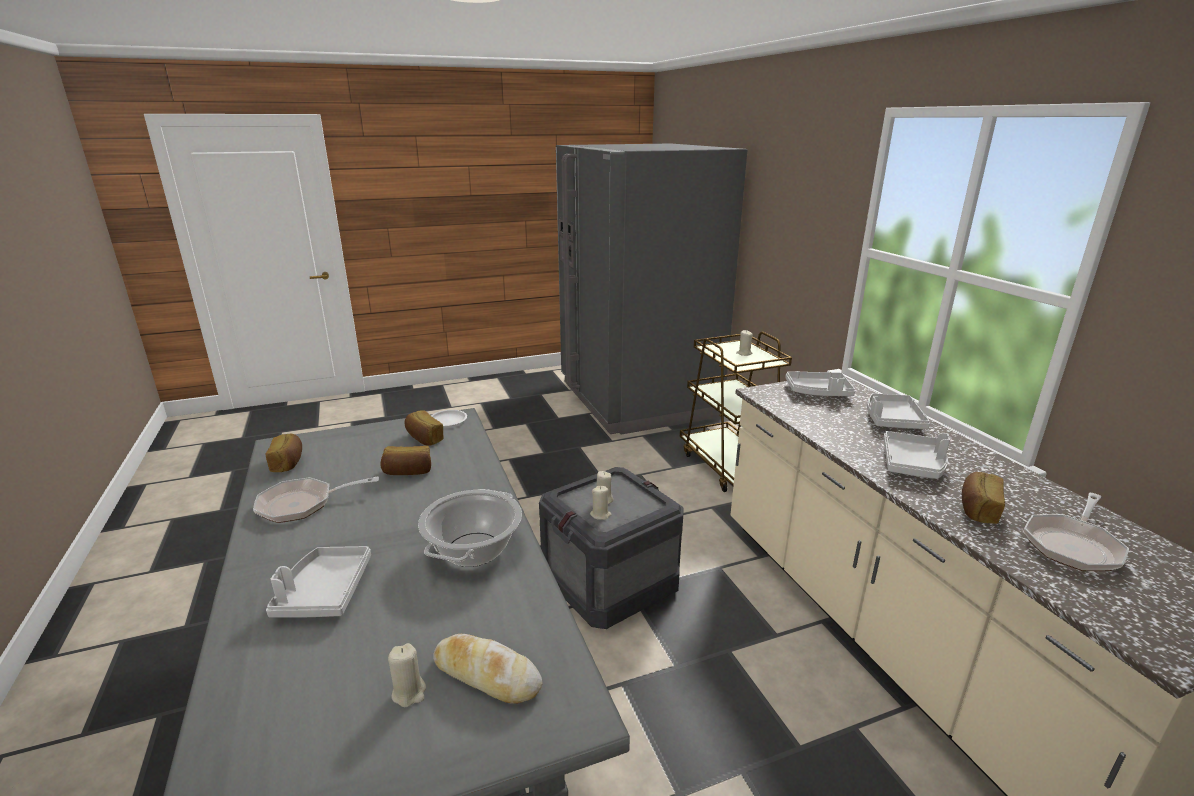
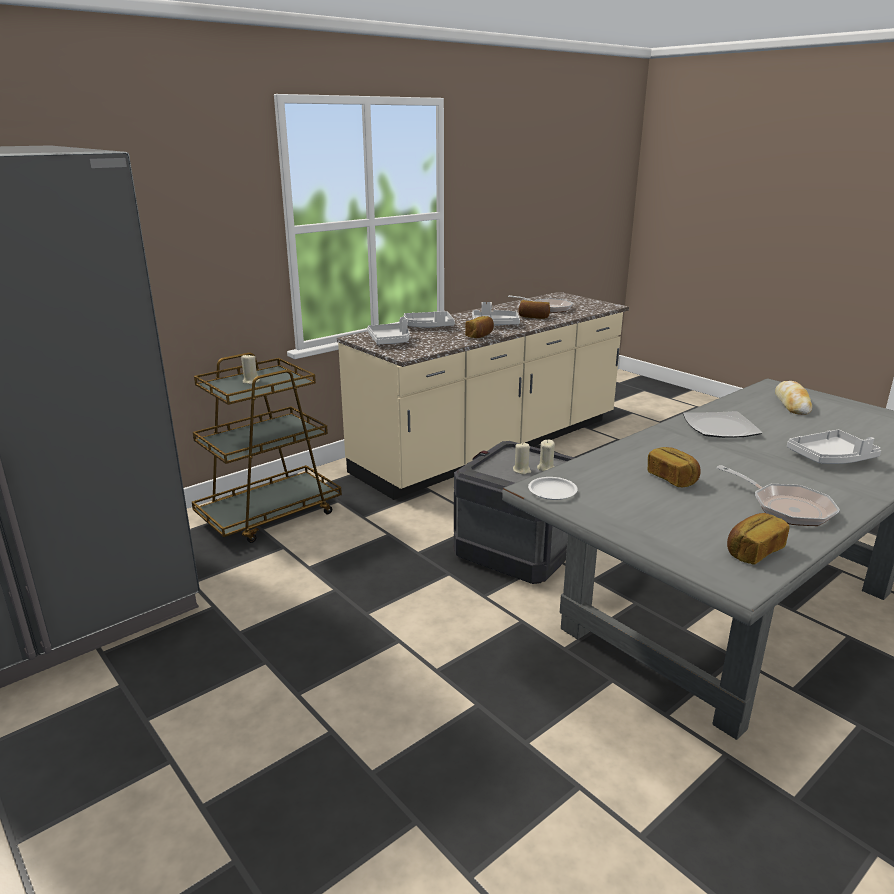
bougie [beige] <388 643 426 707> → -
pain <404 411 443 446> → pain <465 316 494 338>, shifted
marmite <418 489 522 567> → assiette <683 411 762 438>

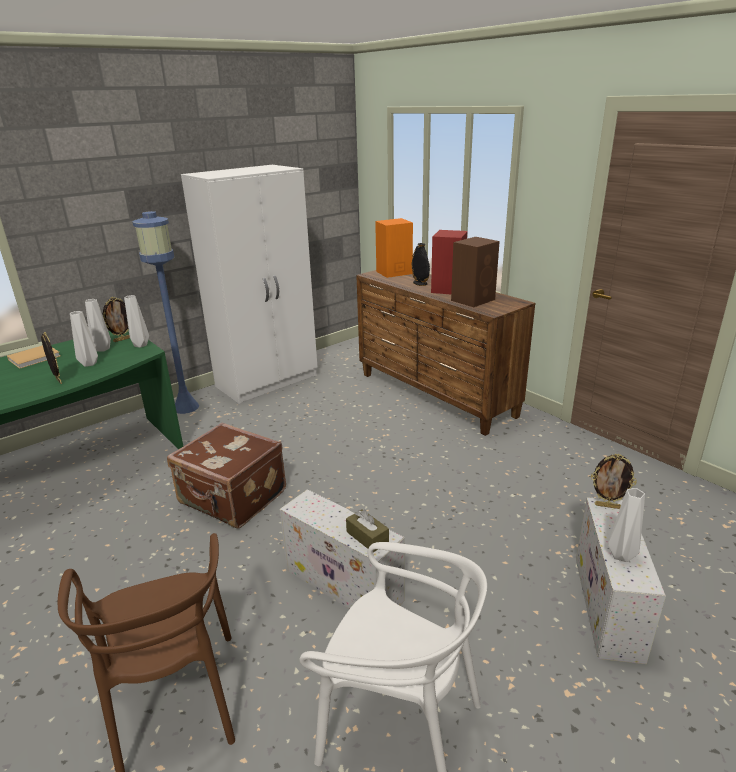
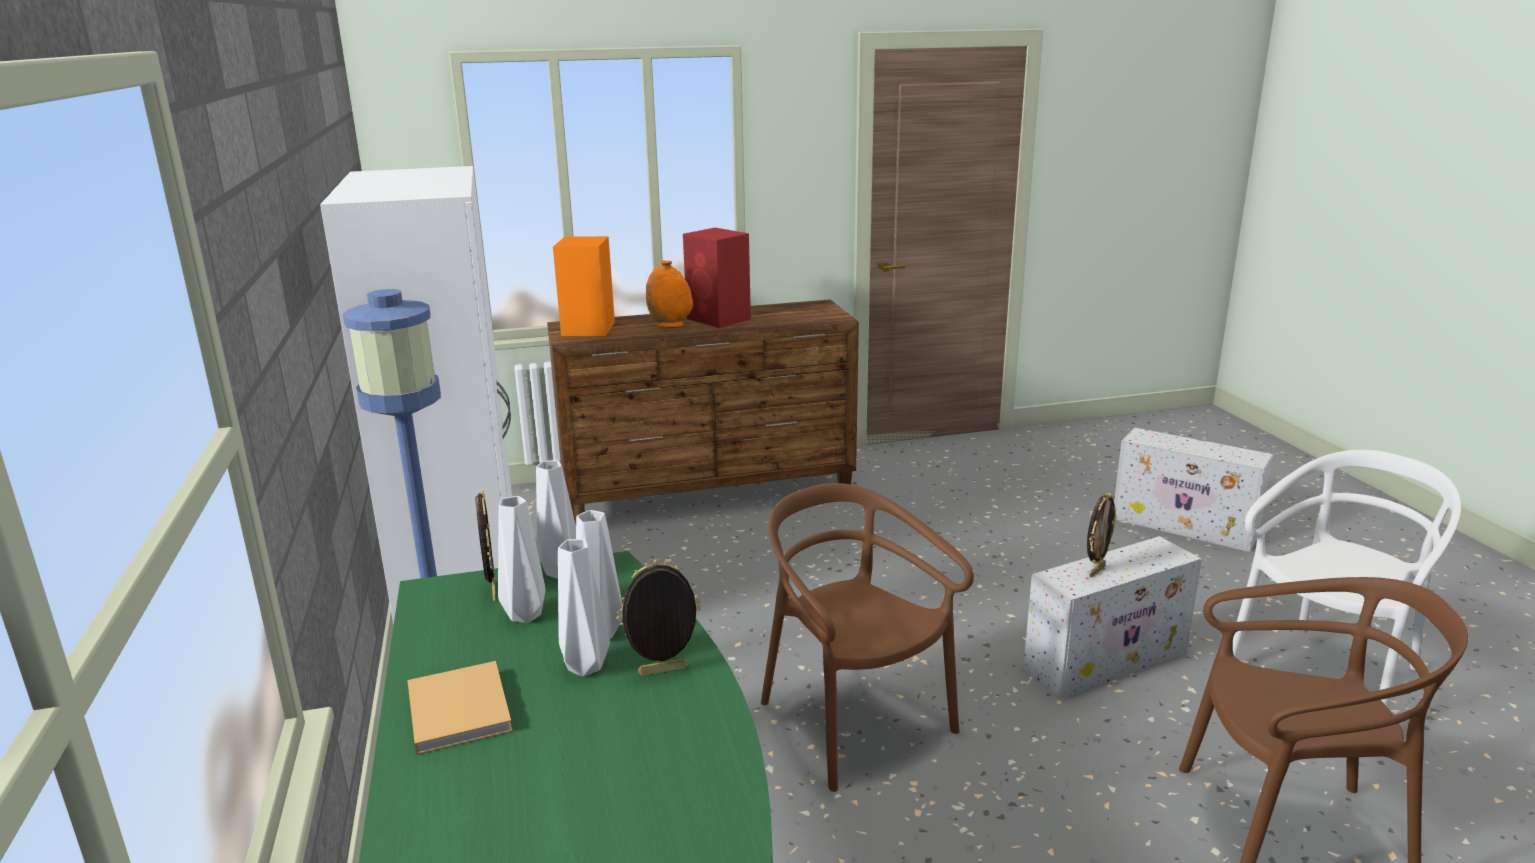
valise [marron] <167 422 286 528> → chaise [marron] <761 483 974 792>
boîte à mouchoirs [marron] <346 509 389 552> → -
vase [noir] <412 243 430 286> → vase [orange] <646 261 693 328>
enceinte [marron] <451 237 500 307> → -
cadre photo <591 454 637 509> → cadre photo <1087 492 1117 577>, shifted
vase [blanc] <608 488 645 562> → vase [blanc] <558 539 610 677>, shifted

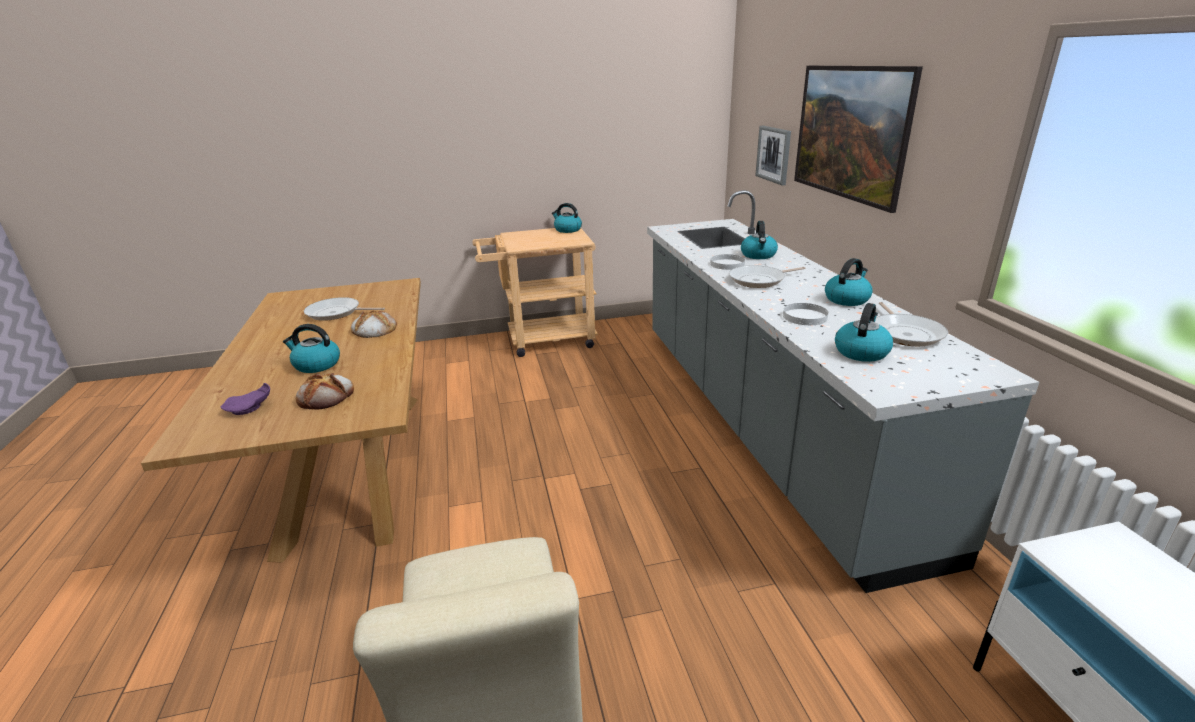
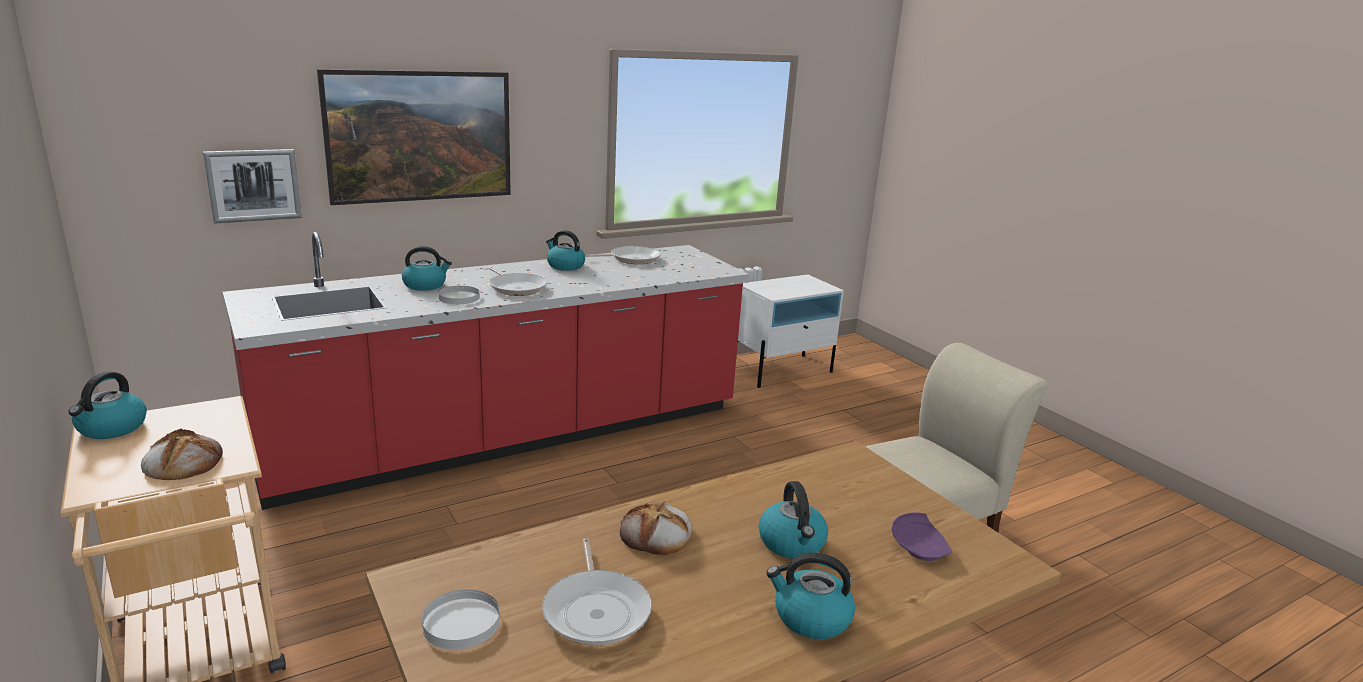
pain <296 373 354 409> → pain <141 429 223 480>, shifted
comptoir de cuisine [gris] <647 190 1039 593> → comptoir de cuisine [rouge] <223 232 749 510>
assiette [blanc] <783 303 828 325> → assiette [blanc] <422 589 500 650>, shifted
bouilloire <835 303 893 362> → bouilloire <766 552 855 639>, shifted

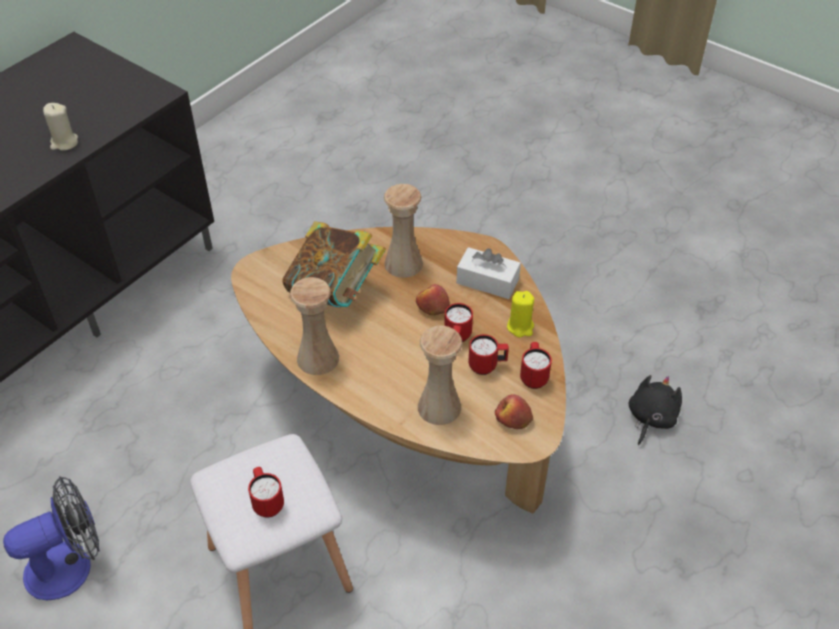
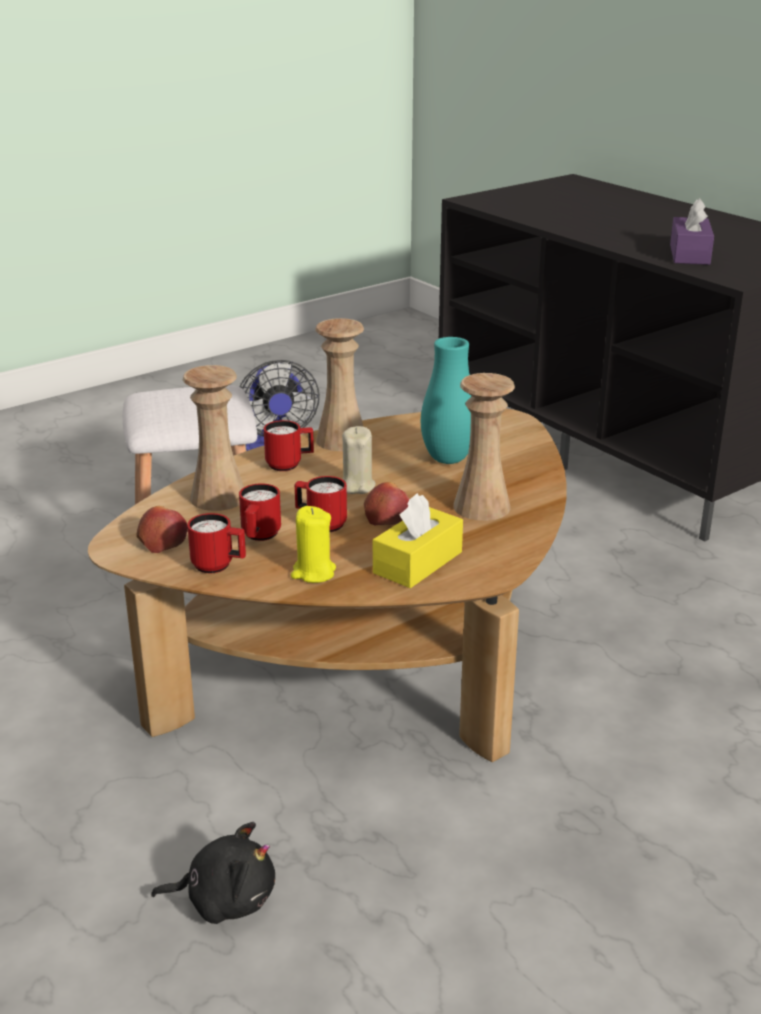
bougie [beige] <43 103 78 151> → bougie [beige] <342 426 376 494>, shifted
mug [rouge] <248 467 284 518> → mug [rouge] <264 420 314 471>, shifted
livre <282 221 386 307> → vase [turquoise] <421 337 472 464>
boîte à mouchoirs [blanc] <456 247 521 299> → boîte à mouchoirs [jaune] <373 493 463 588>
peluche [noir] <629 375 682 445> → peluche [noir] <151 822 275 924>, 45 degrees counterclockwise
- → boîte à mouchoirs [violet] <670 198 714 265>

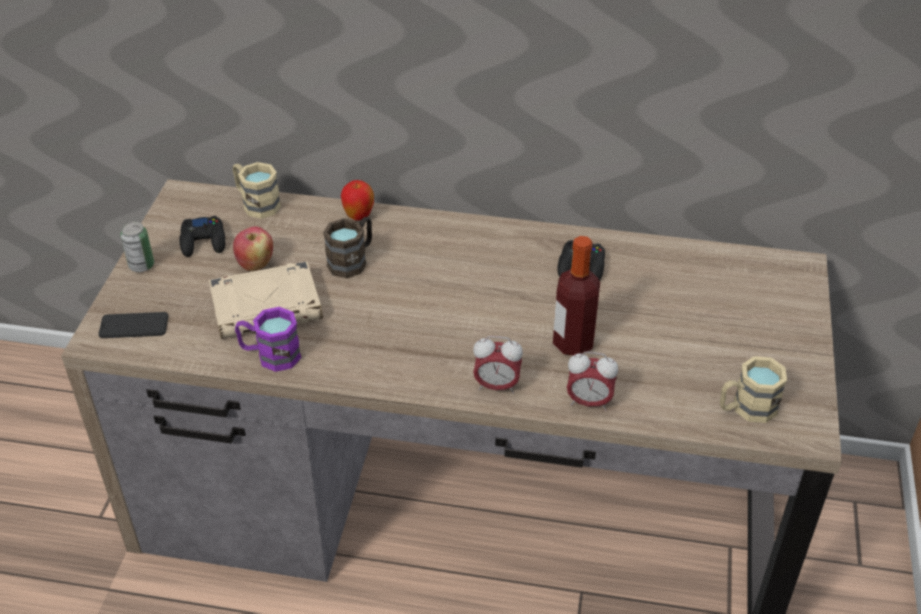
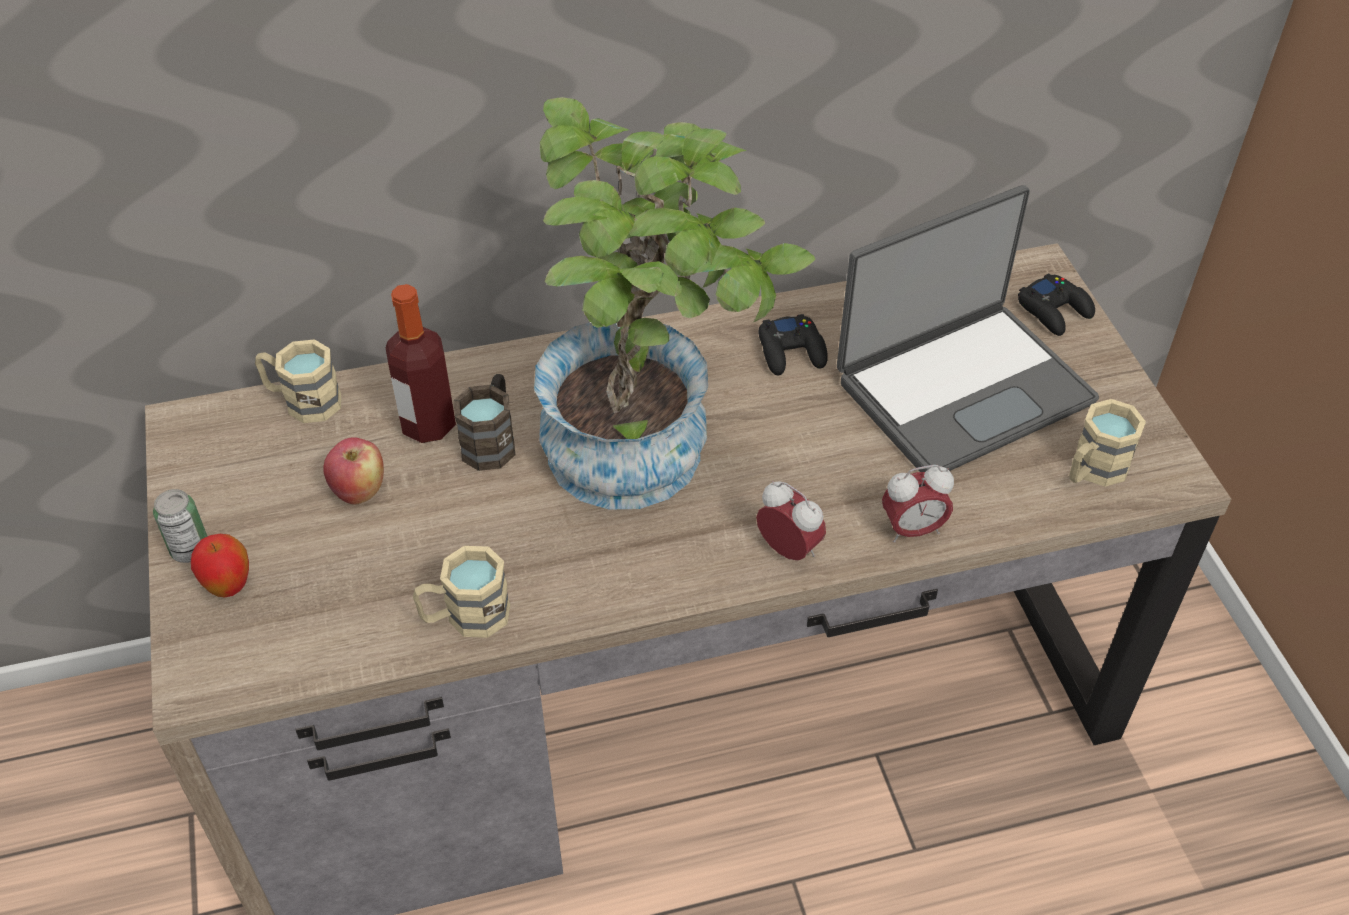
téléphone <99 312 168 338> → -
manette [noir] <179 216 225 257> → manette [noir] <1018 273 1095 336>, shifted
livre [beige] <209 261 323 339> → -
mug [violet] <235 307 301 372> → mug [beige] <413 546 510 638>
pomme <341 180 374 221> → pomme <191 534 249 598>, shifted
réveil <473 336 523 394> → réveil <756 481 826 561>, 120 degrees counterclockwise
bouteille <553 236 600 355> → bouteille <386 284 456 443>, shifted
- → plante en pot <534 97 816 510>
- → ordinateur portable <837 185 1099 472>

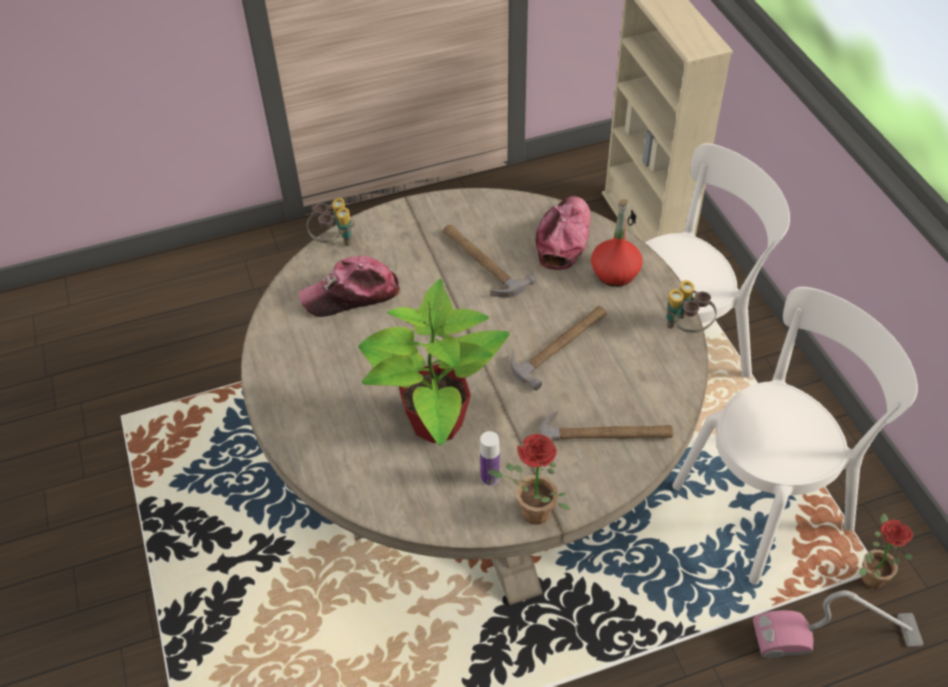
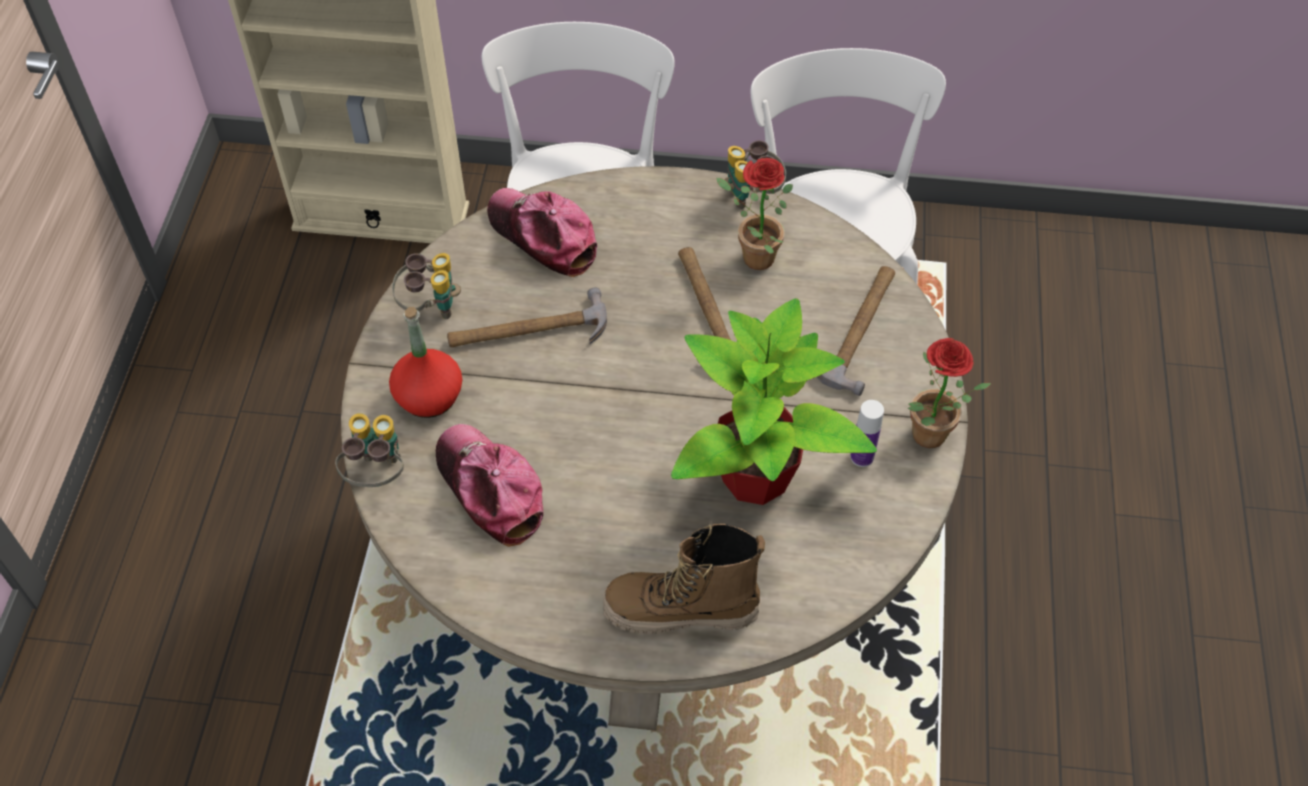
casquette <298 256 400 317> → casquette <436 424 543 547>, 135 degrees clockwise
bouteille [rouge] <591 199 642 287> → bouteille [rouge] <389 307 462 418>, shifted
aspirateur <753 590 923 658> → -
plante en pot <859 514 913 588> → plante en pot <716 158 793 270>, shifted
- → jumelles <392 253 461 319>
- → botte <603 524 765 634>

